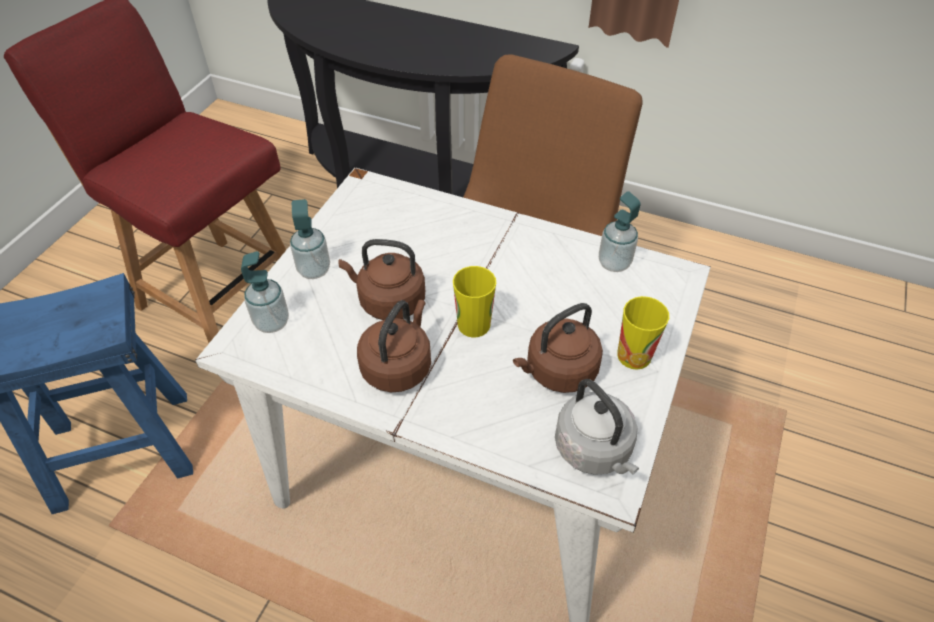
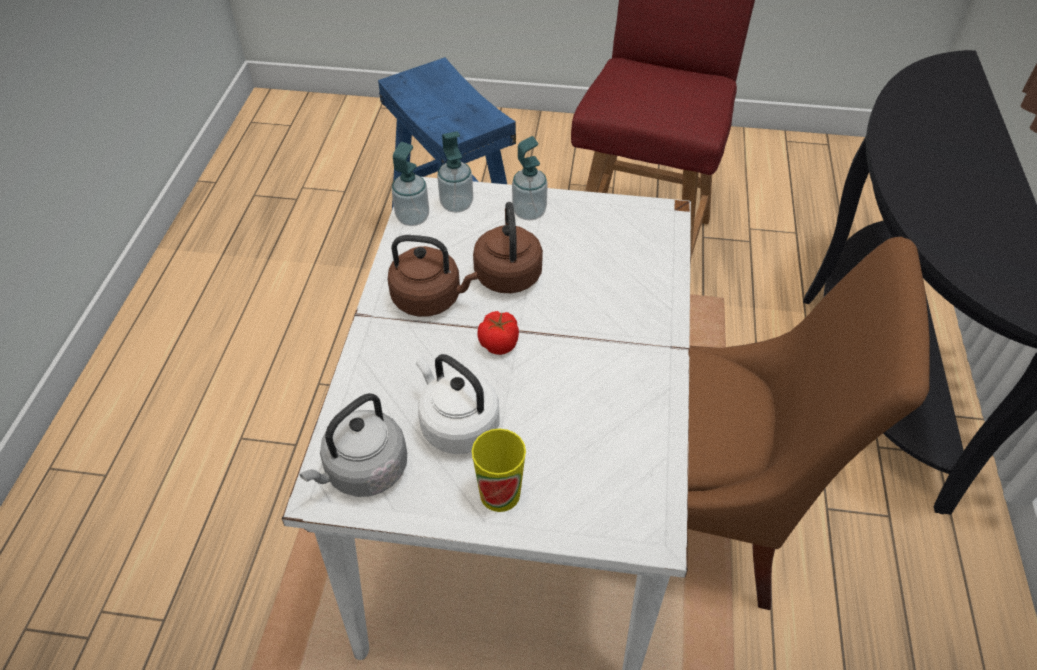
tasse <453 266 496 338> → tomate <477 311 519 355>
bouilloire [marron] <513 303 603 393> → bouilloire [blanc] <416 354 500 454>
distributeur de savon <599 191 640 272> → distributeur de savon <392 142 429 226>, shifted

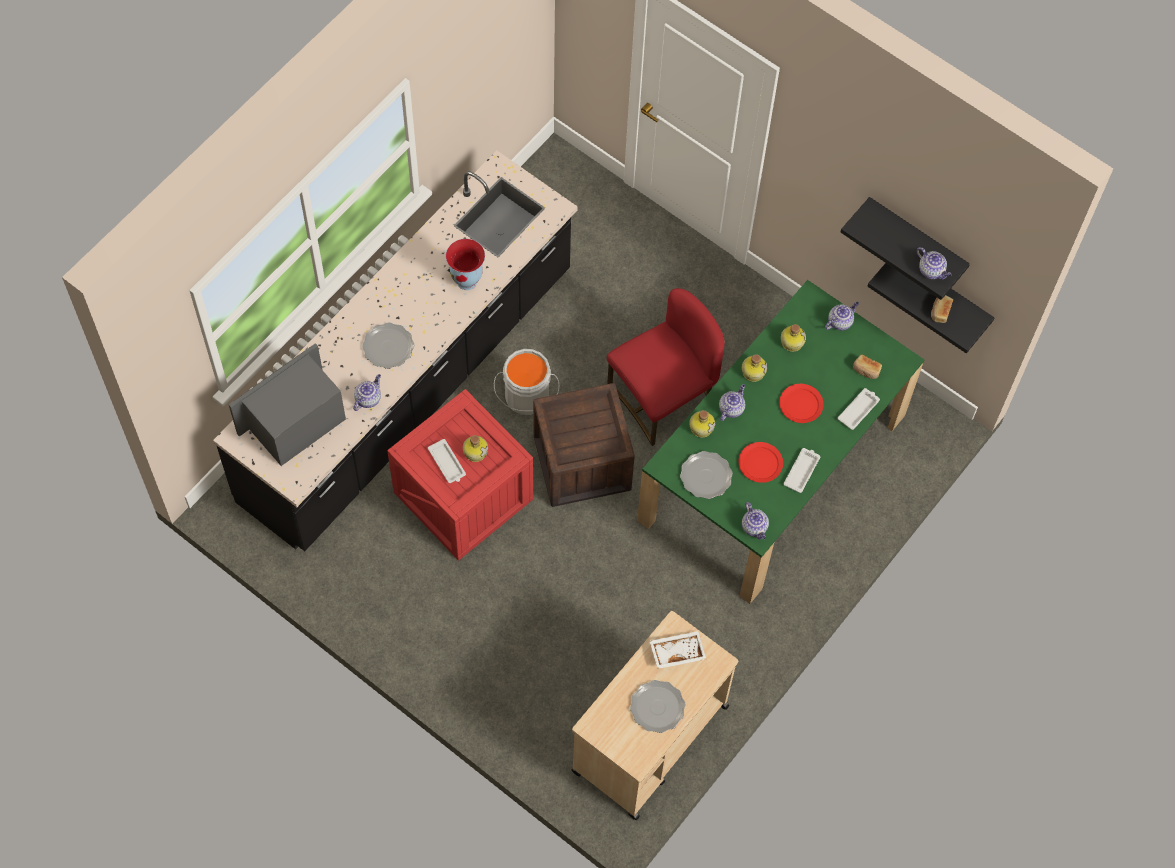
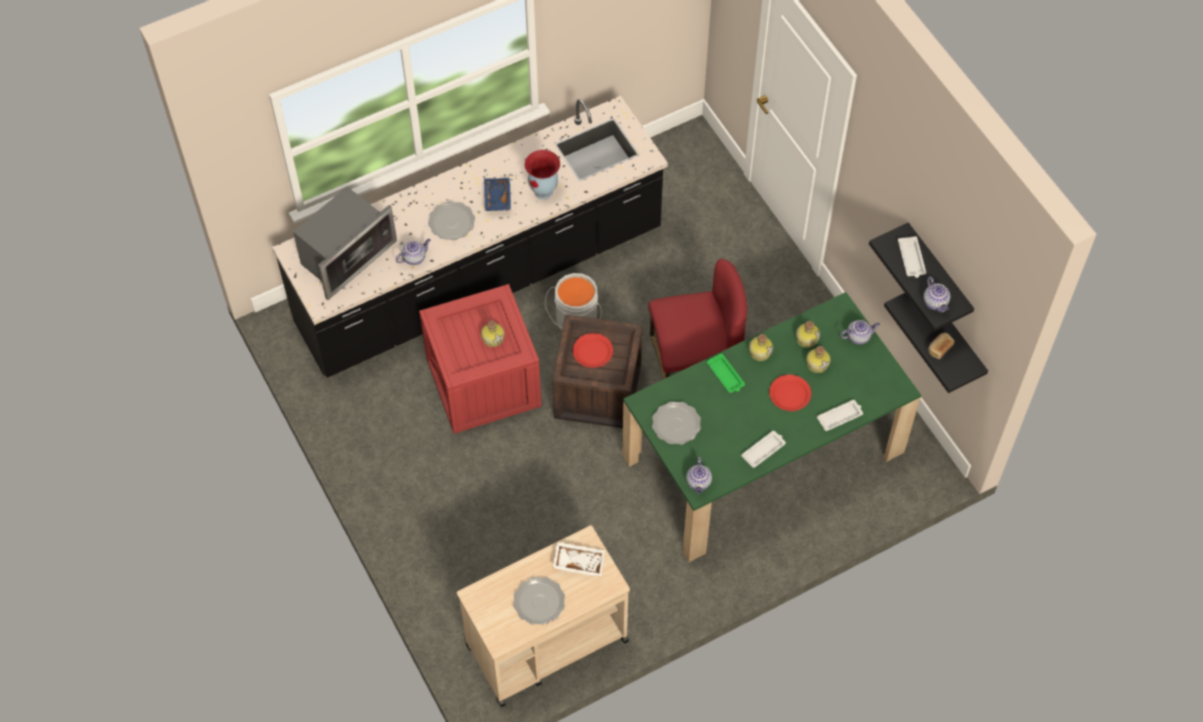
micro-ondes <229 343 346 466> → micro-ondes <293 187 397 300>, 150 degrees clockwise
plateau [blanc] <428 439 466 483> → plateau [blanc] <898 236 926 278>, shifted
bouteille <689 410 715 437> → bouteille <806 346 831 373>, shifted
théière <719 384 745 421> → plateau [vert] <707 353 745 393>
assiette [rouge] <739 442 783 483> → assiette [rouge] <573 333 613 368>, shifted
pain <853 354 882 379> → -
- → plateau [bleu] <484 178 511 211>

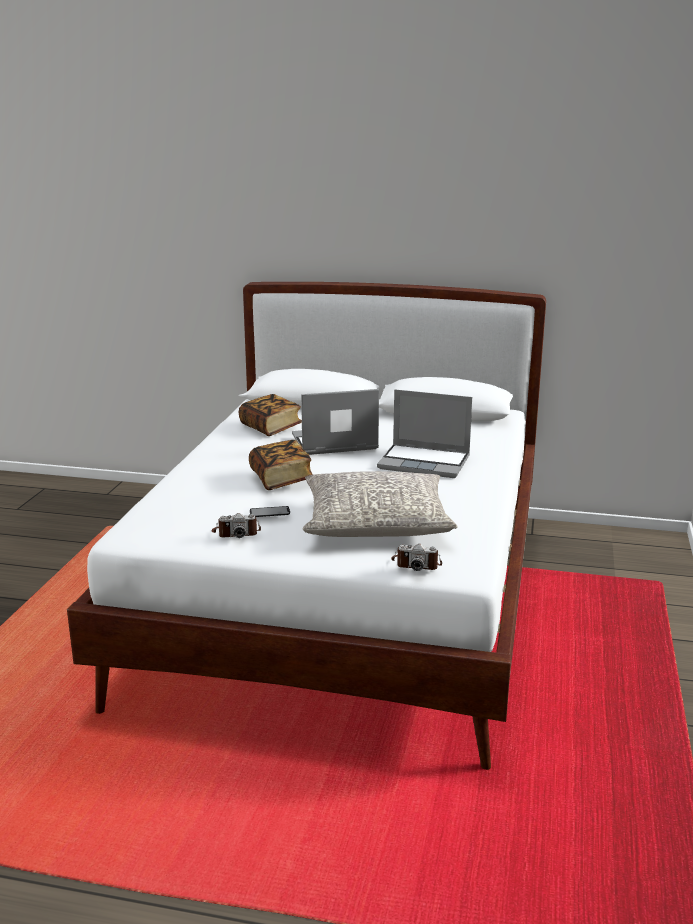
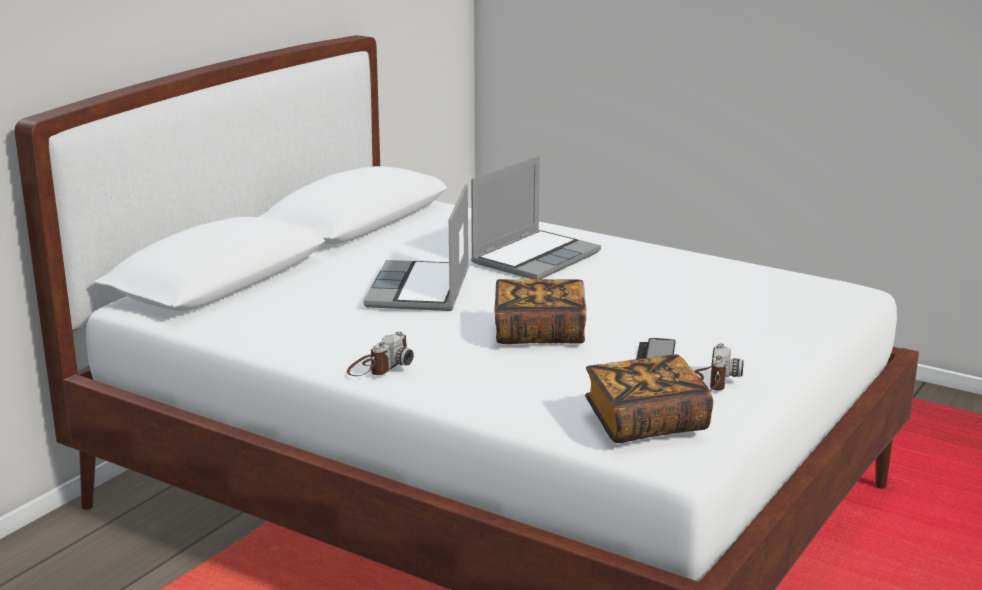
livre <239 394 302 436> → livre <585 354 713 443>, shifted
coussin [gris] <303 471 458 537> → -
appareil photo <391 544 442 571> → appareil photo <347 331 414 376>, shifted

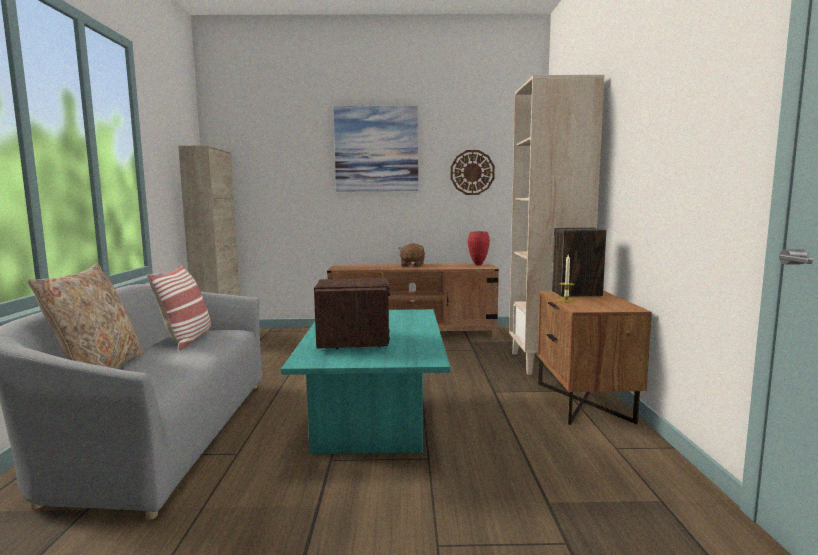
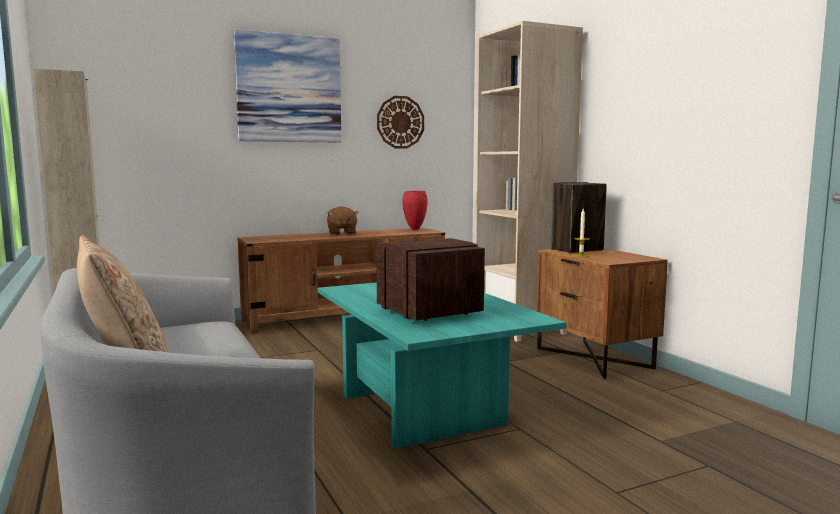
coussin <147 265 211 350> → -

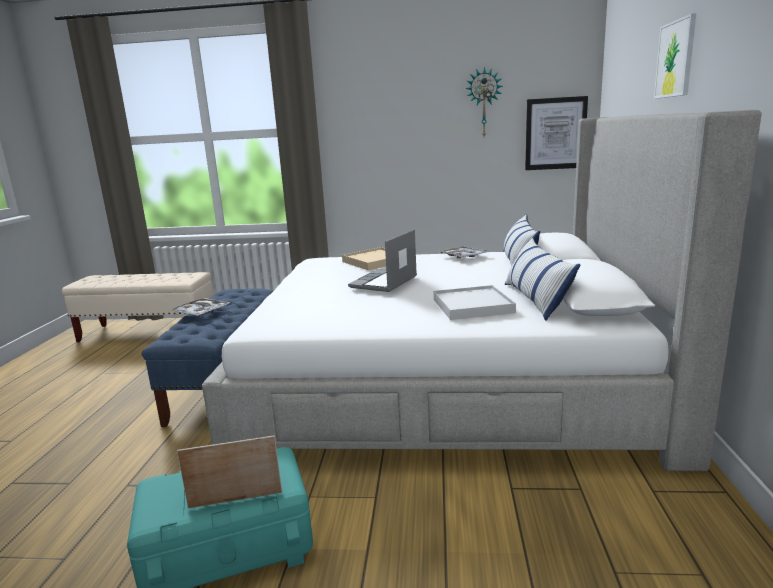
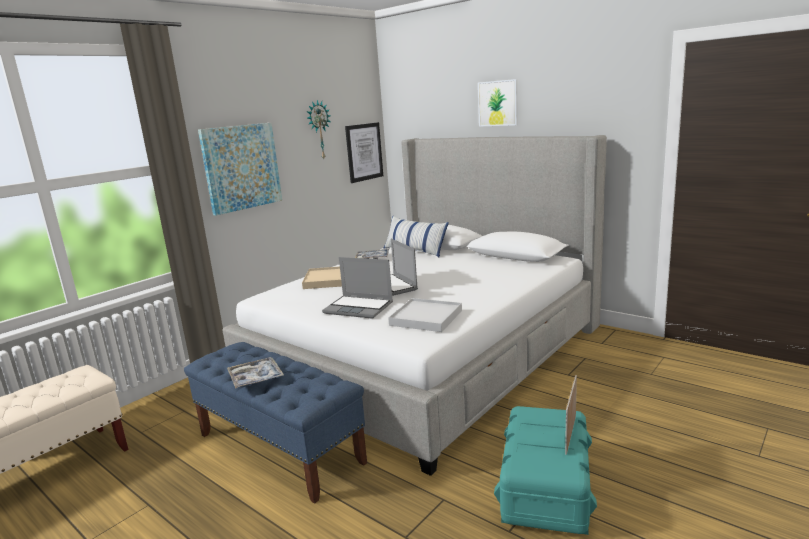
plateau [blanc] <434 285 516 320> → plateau [blanc] <388 298 462 332>, shifted
coussin <505 237 581 321> → -
- → tableau <198 123 282 216>
- → ordinateur portable <322 257 393 319>

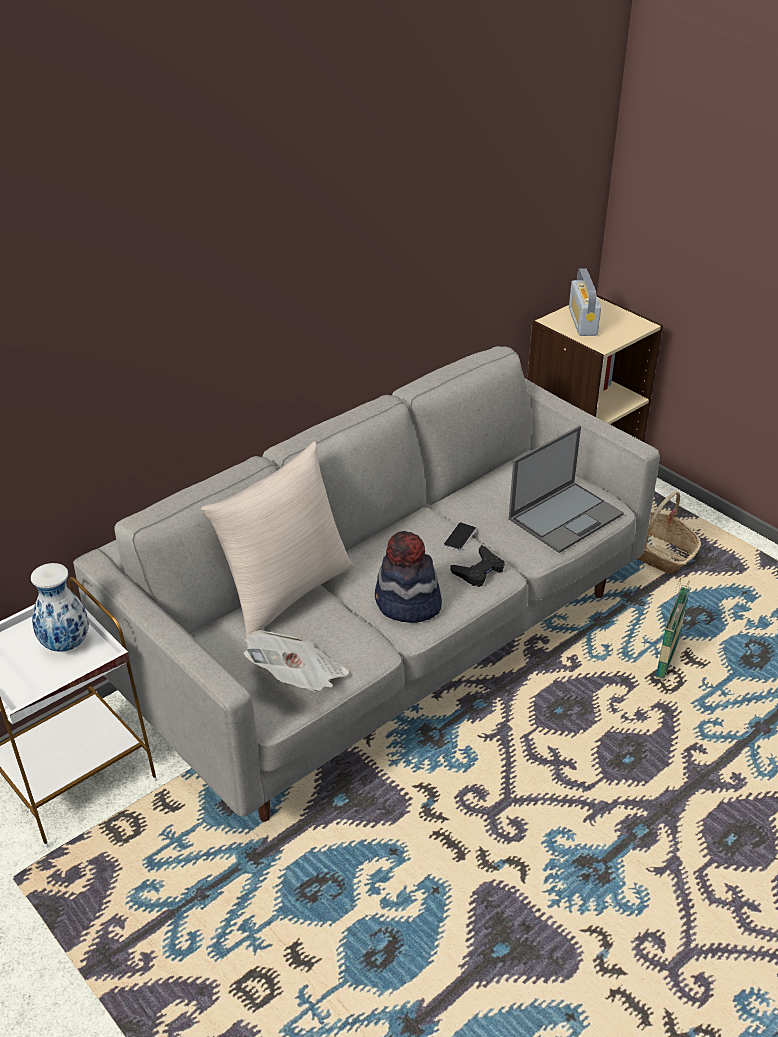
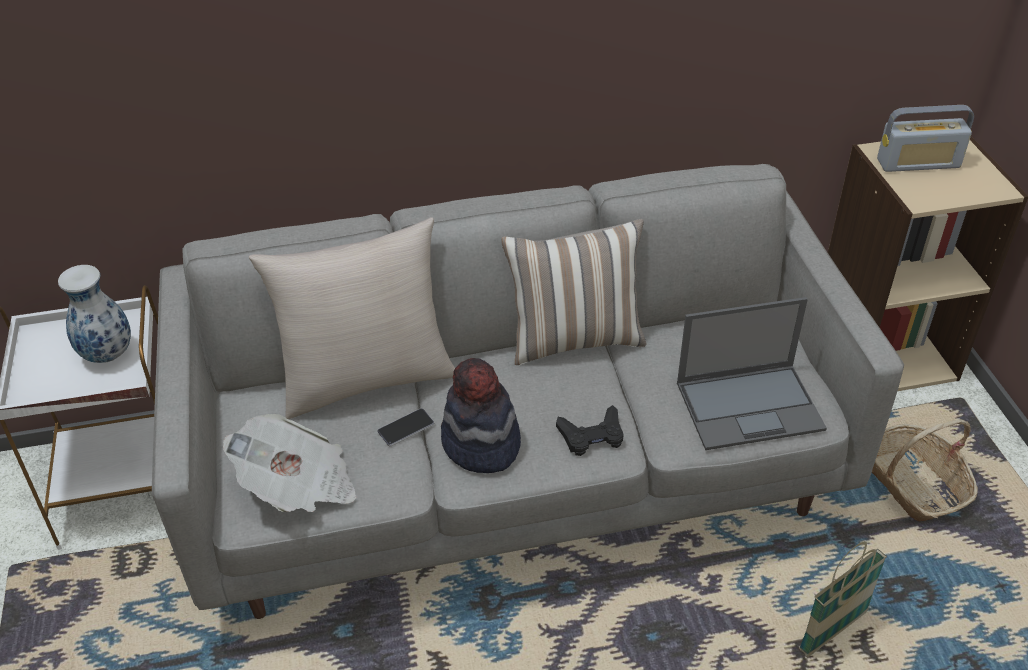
téléphone <443 523 477 551> → téléphone <377 409 434 446>, shifted
radio <569 268 601 336> → radio <877 105 974 172>, 120 degrees counterclockwise
- → coussin <501 219 646 365>

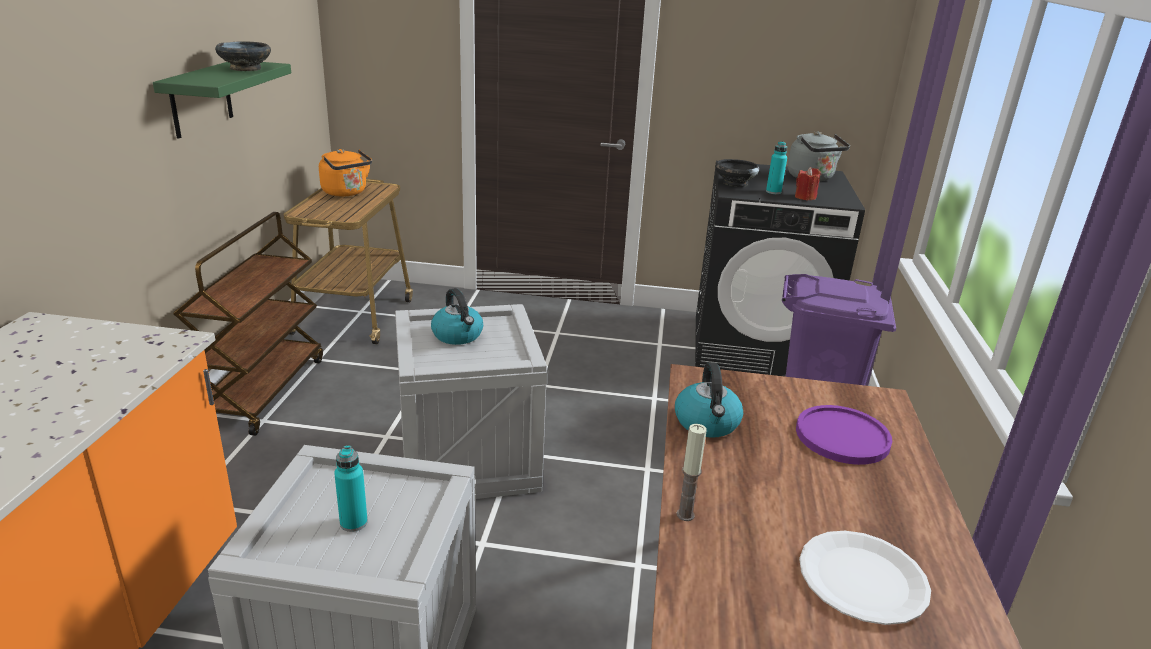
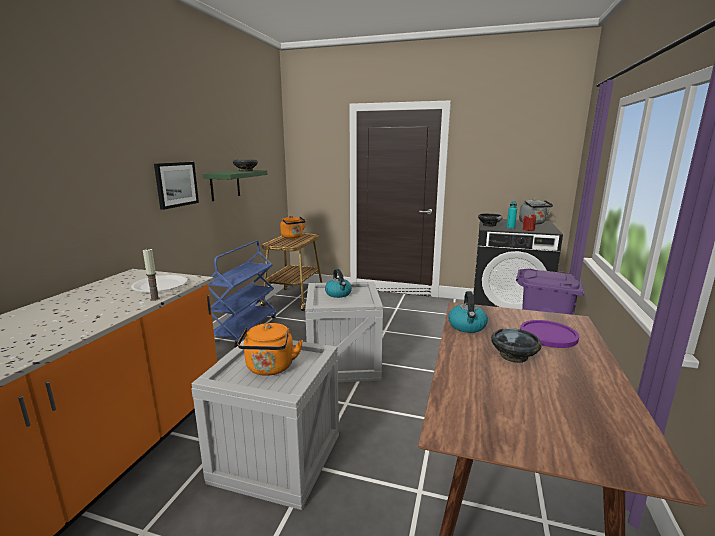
chariot [marron] <173 212 323 436> → chariot [bleu] <208 241 276 348>
bouteille [turquoise] <334 445 368 532> → bouilloire [orange] <237 323 303 376>
bougie <676 424 707 521> → bougie <143 249 160 301>, shifted
assiette [blanc] <799 531 931 625> → assiette [blanc] <131 275 188 292>, shifted
- → tableau <154 162 199 210>
- → bol [noir] <491 328 542 363>

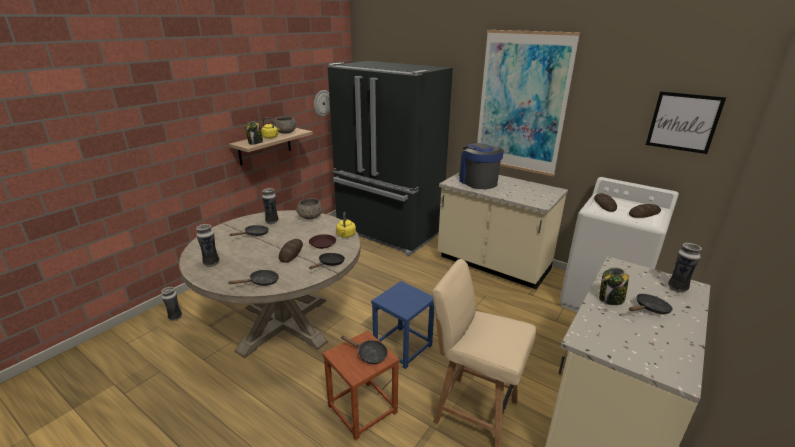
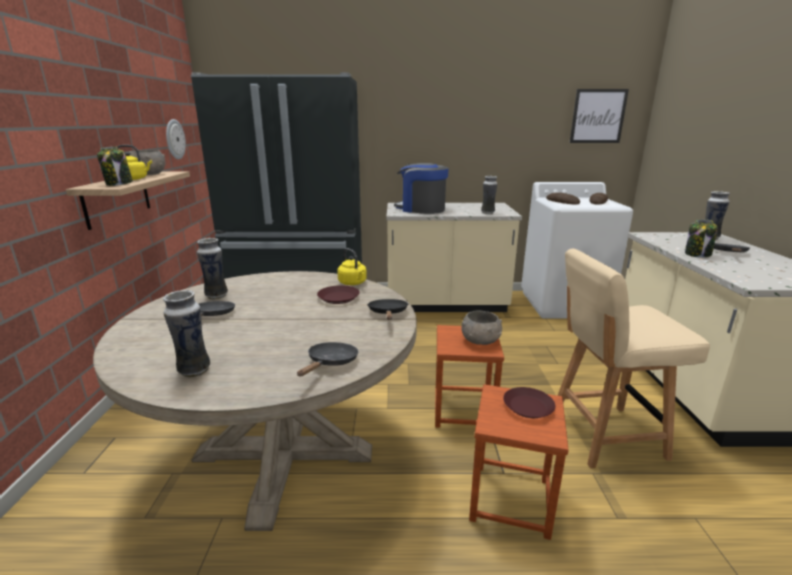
vase <161 287 182 321> → vase <481 176 497 214>, shifted
pain <279 239 303 263> → -
bol [gris] <296 198 323 220> → bol [gris] <462 311 502 345>, shifted
poêle [noir] <340 336 388 364> → assiette [marron] <503 387 555 418>
tabouret [bleu] <371 281 434 369> → tabouret [marron] <435 325 504 428>
tableau <477 30 580 177> → -

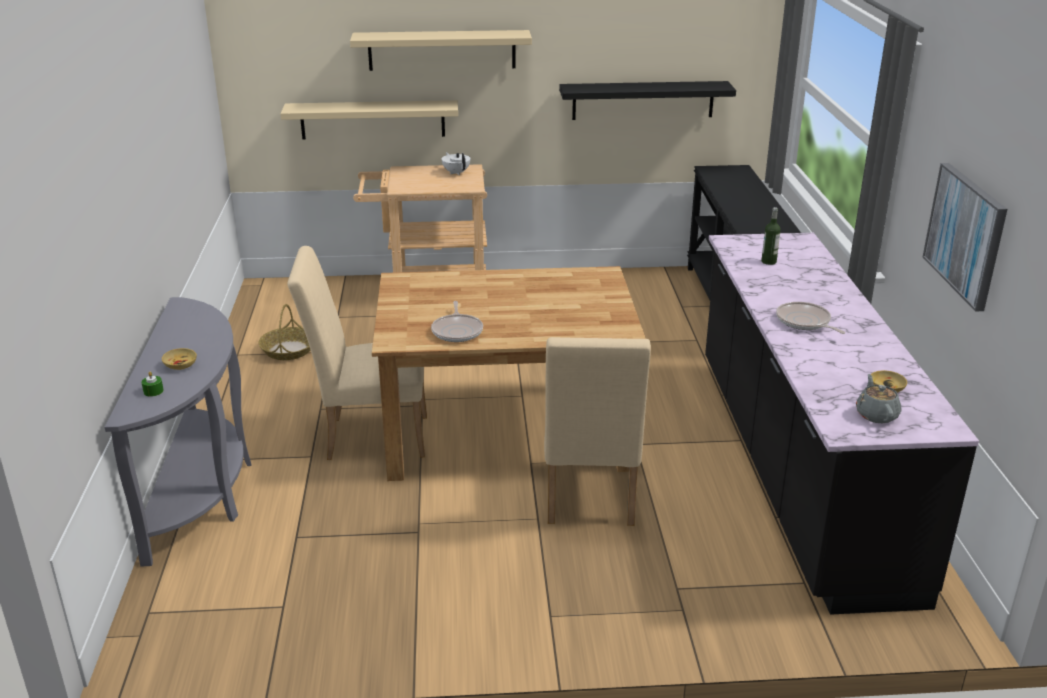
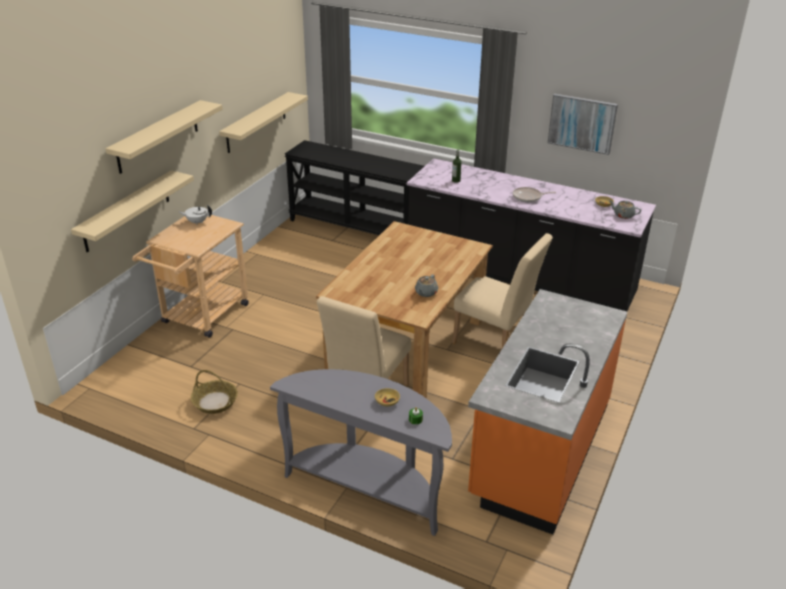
poêle <431 301 483 342> → théière [gris] <415 274 438 297>
étagère [noir] <559 81 736 120> → étagère [beige] <219 92 308 153>
- → comptoir de cuisine [orange] <468 289 627 534>

